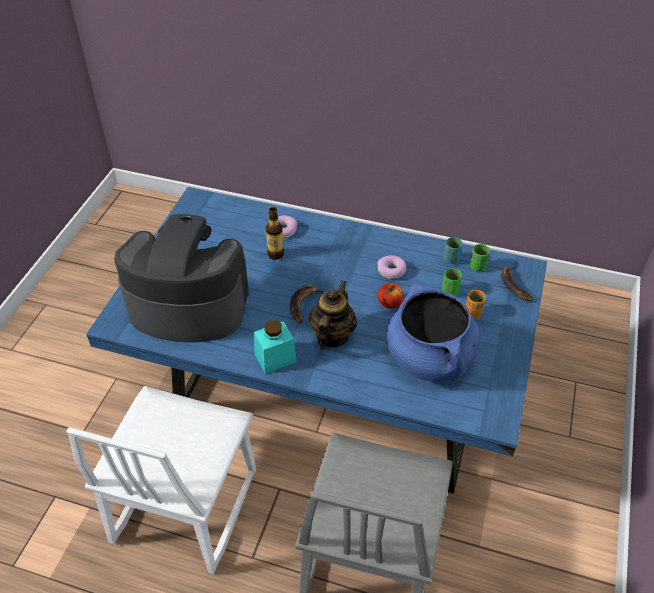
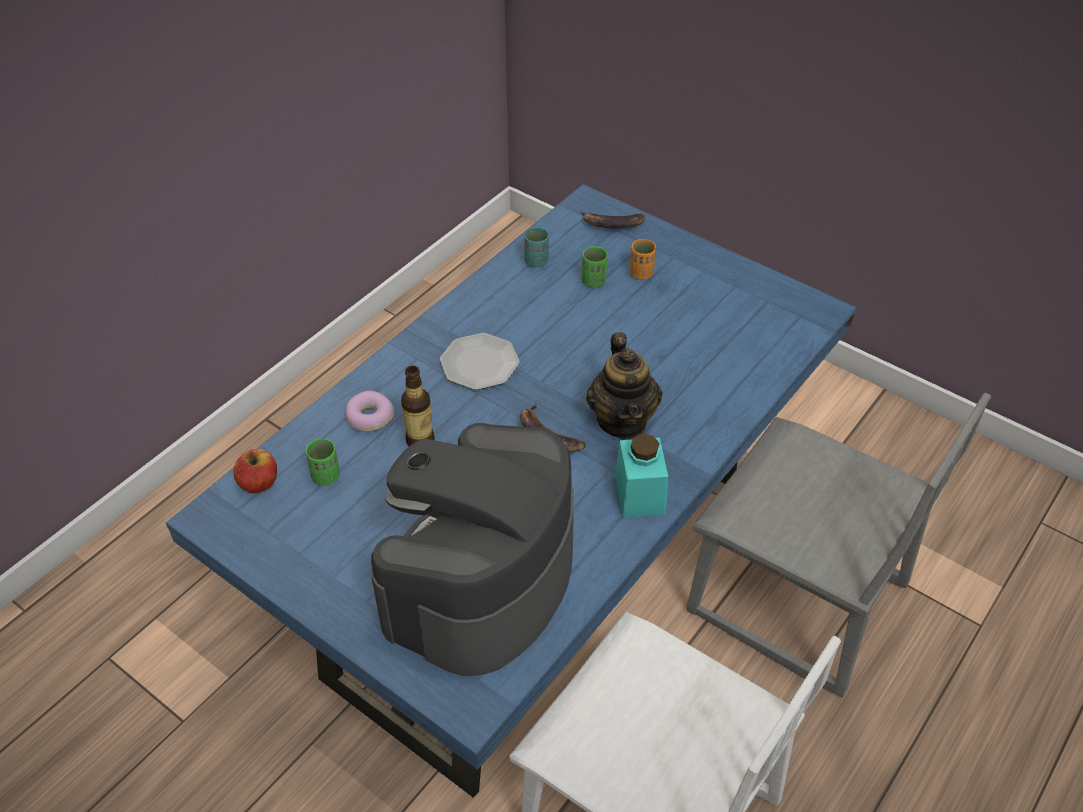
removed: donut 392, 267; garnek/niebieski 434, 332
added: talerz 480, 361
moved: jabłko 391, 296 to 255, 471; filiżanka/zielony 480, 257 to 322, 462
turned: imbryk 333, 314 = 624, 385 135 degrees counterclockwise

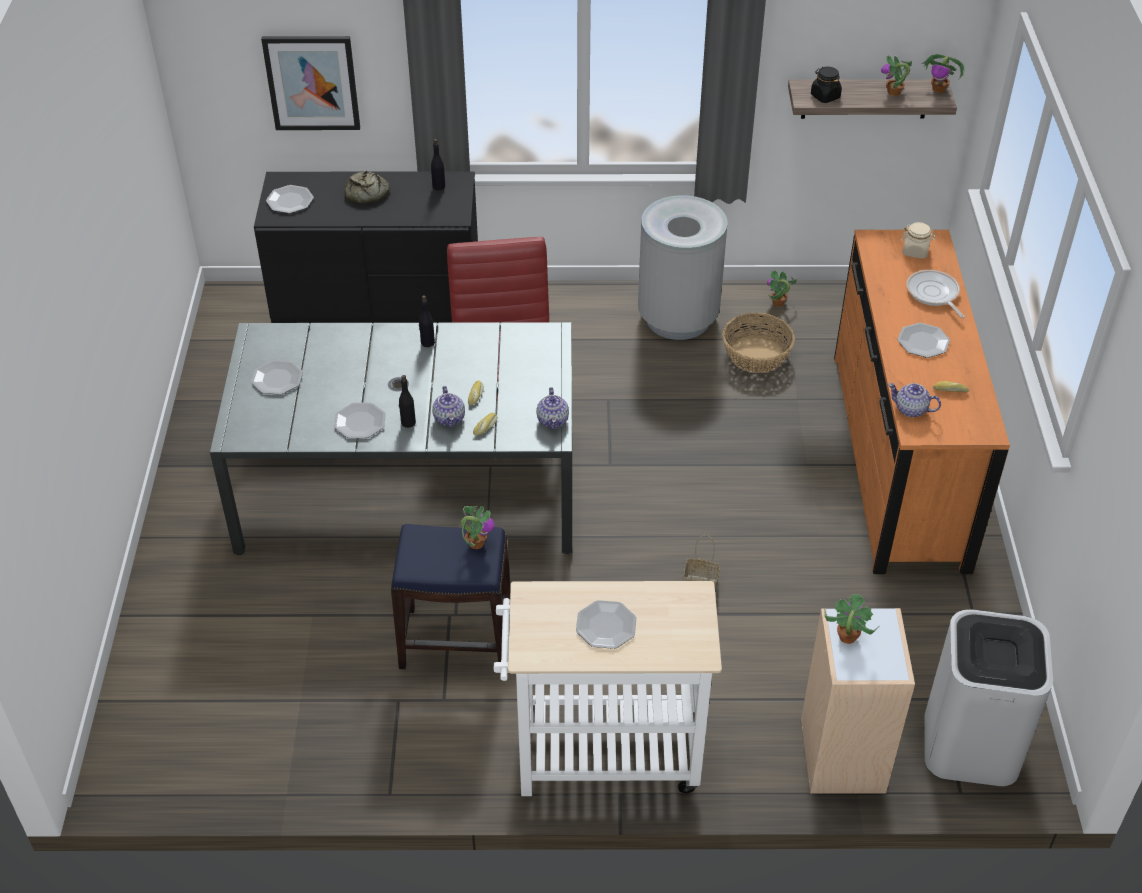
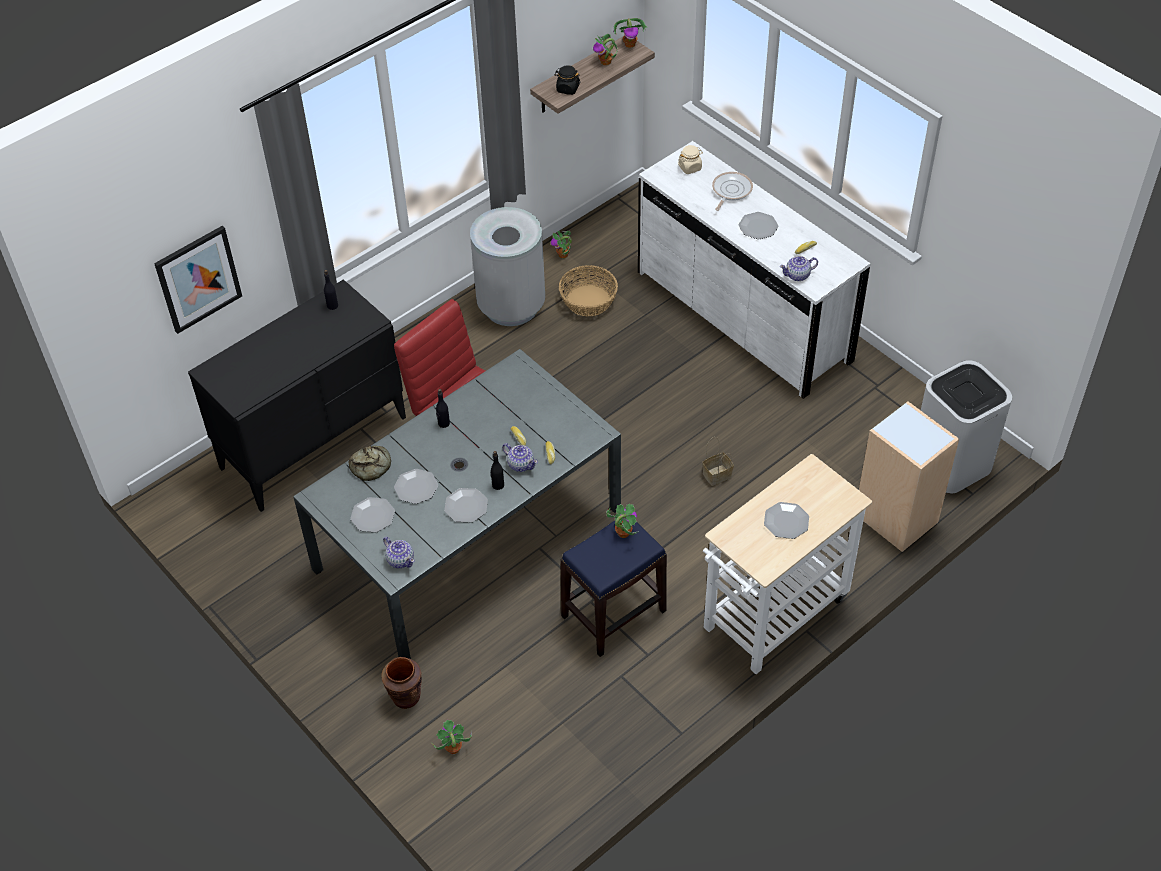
added: wazon/brązowy 401, 683
moved: talerz 290, 199 to 416, 486; chleb 367, 187 to 370, 463; imbryk 552, 408 to 399, 552; roślina doniczkowa 852, 619 to 452, 737
recoloured: komoda/pomarańczowy 922, 402 to komoda/biały 754, 270
turned: patelnia 935, 294 = 732, 191 90 degrees clockwise

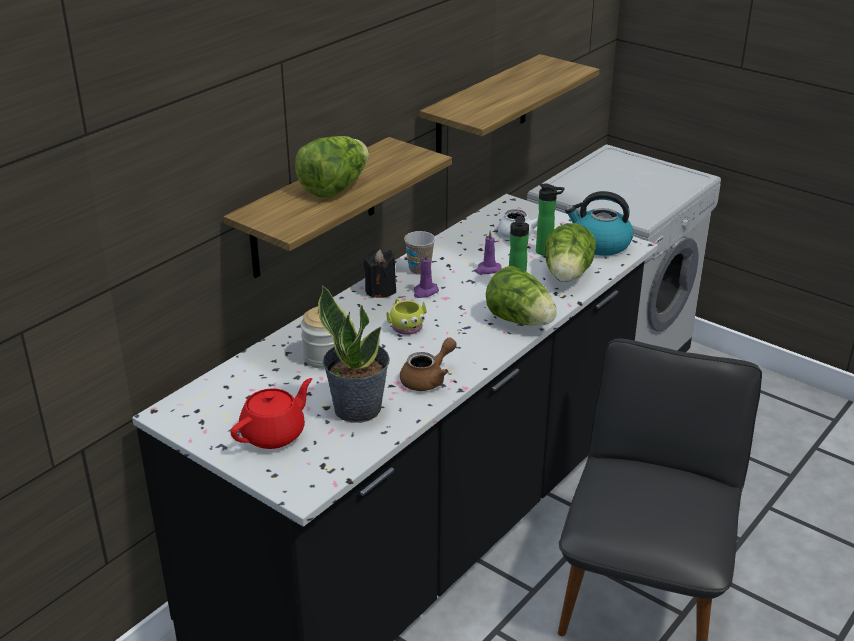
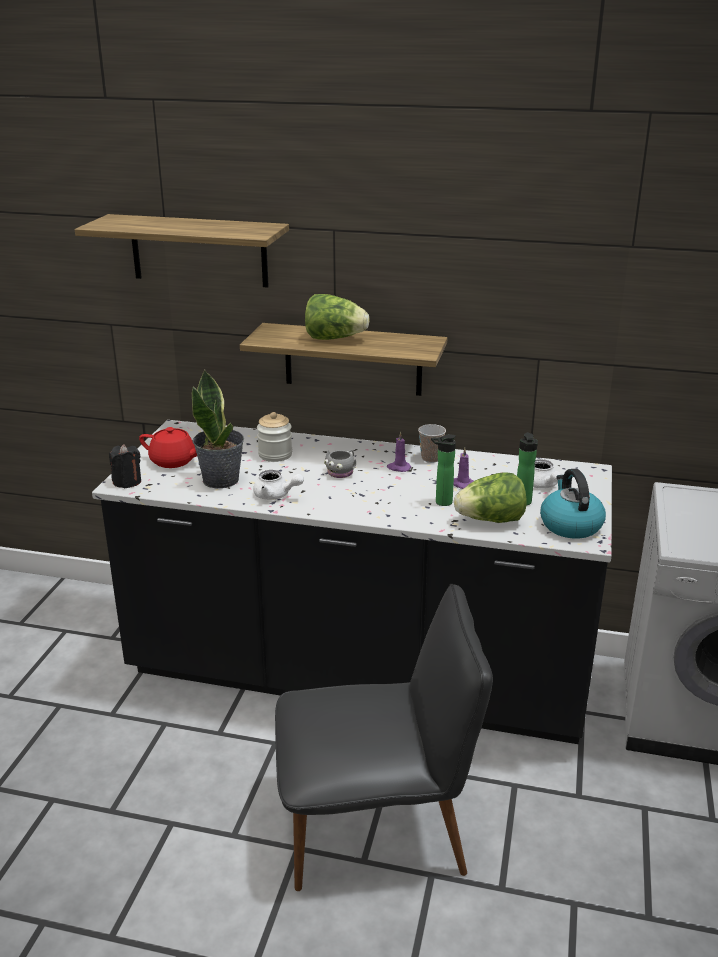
removed: sałata 521, 295
moved: świeca/czarny 380, 273 to 125, 466; półka 509, 104 to 182, 251
recoloured: kubek/żółty 407, 317 to kubek/szary 340, 464; imbryk/brązowy 428, 364 to imbryk/biały 278, 485

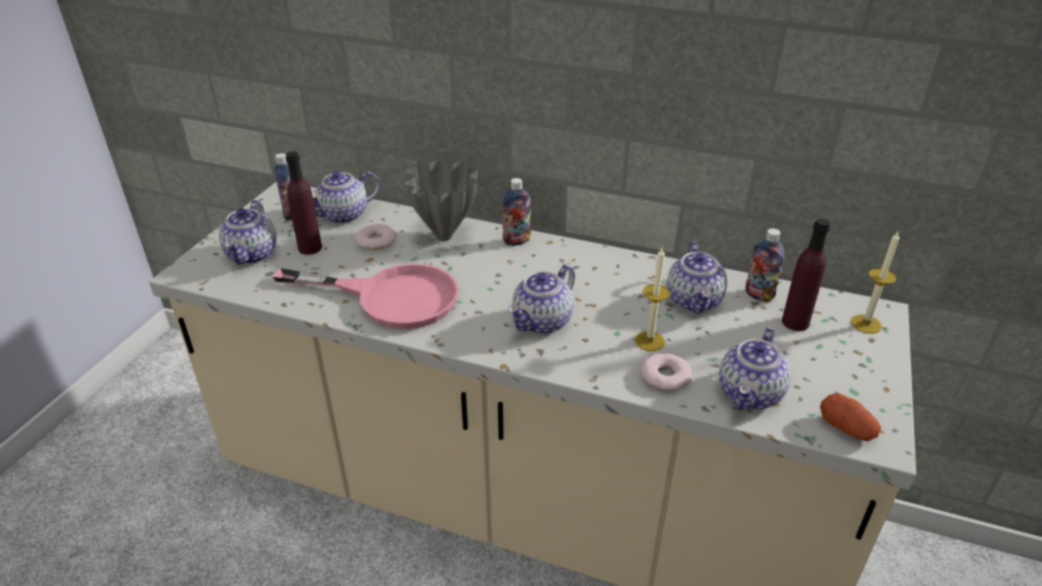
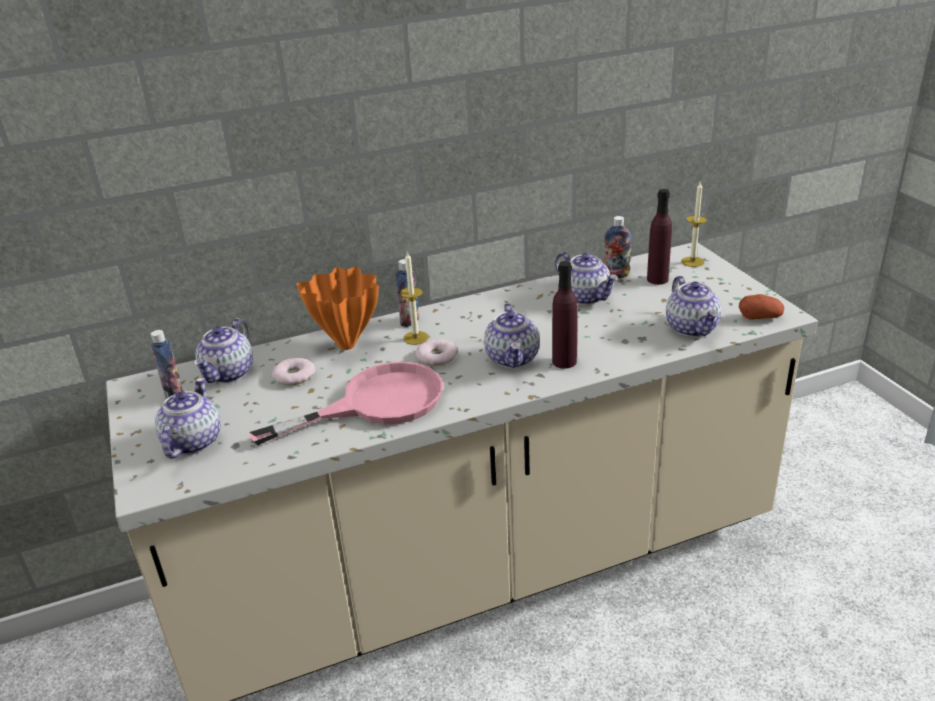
moved: butelka/fioletowy 304, 203 to 565, 315; świeca 652, 299 to 414, 298; donut 666, 372 to 437, 352
recoloured: wazon/szary 441, 200 to wazon/pomarańczowy 337, 308
turned: imbryk 248, 232 = 187, 418 135 degrees counterclockwise

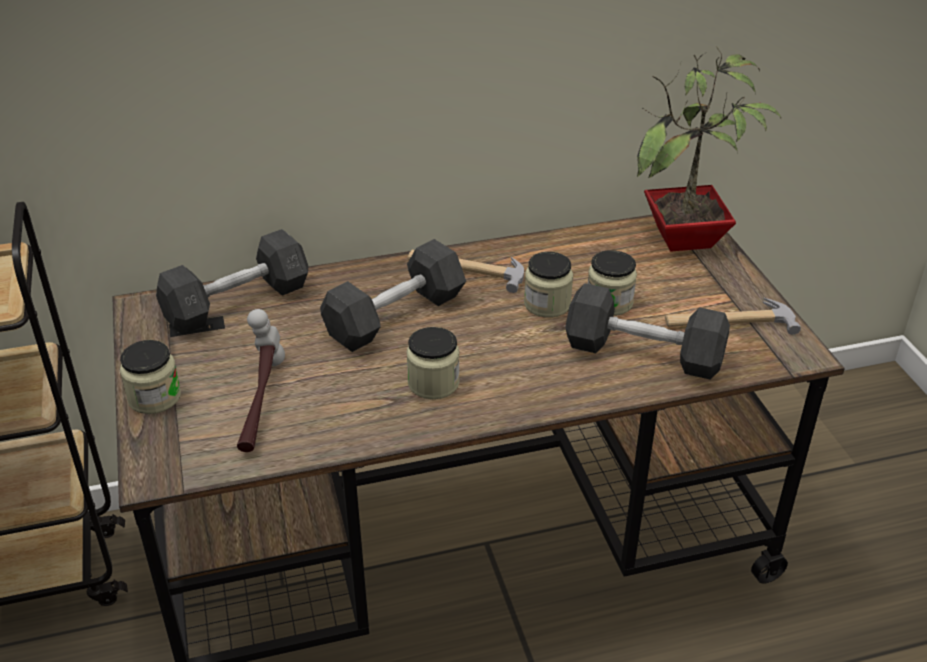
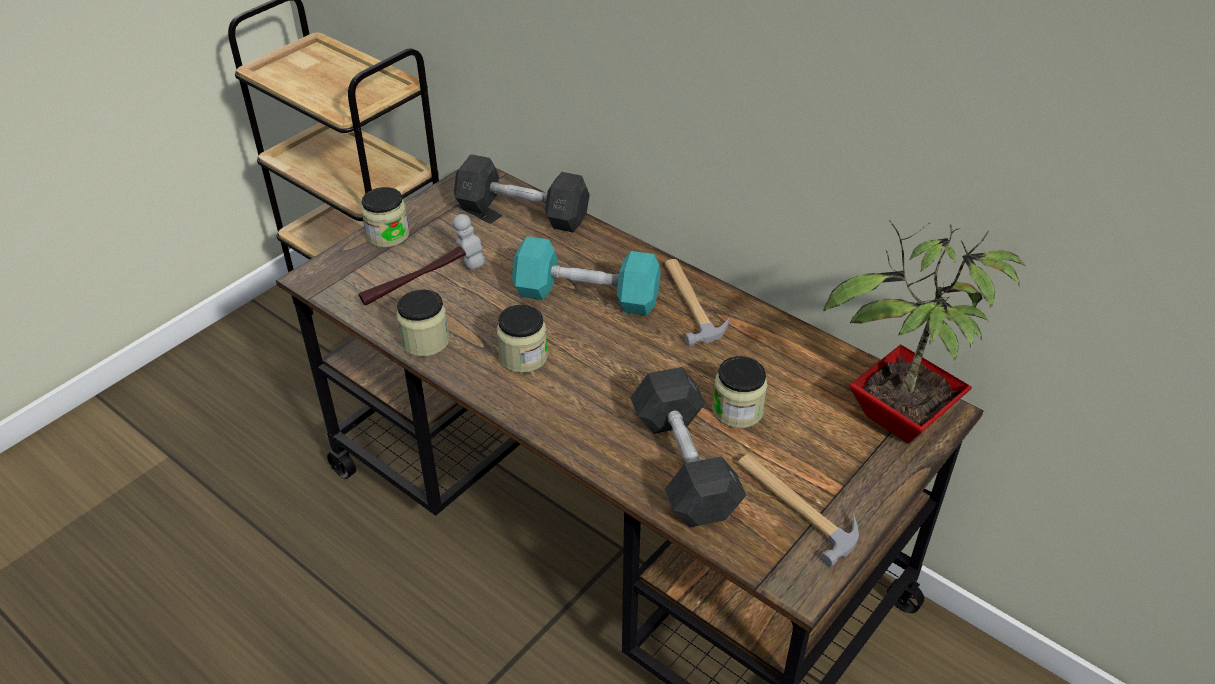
moved: słoik 548, 285 to 422, 323
recoloured: hantel/szary 393, 295 to hantel/turkusowy 586, 276

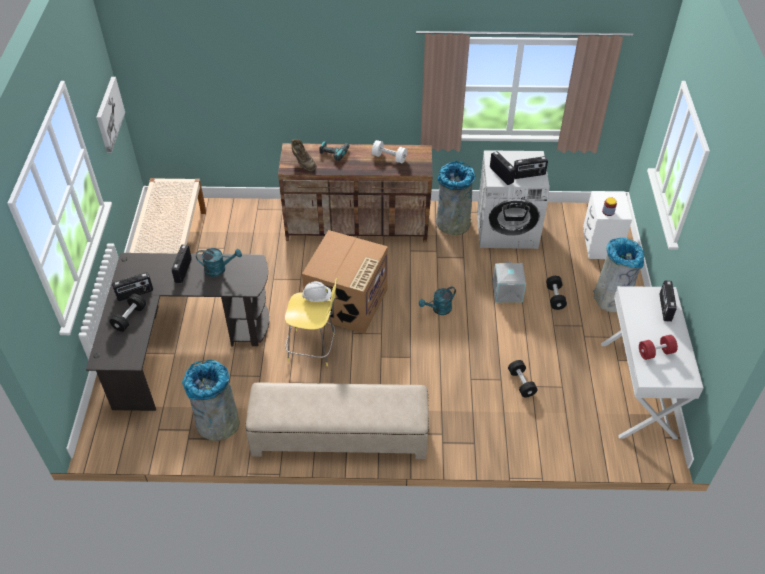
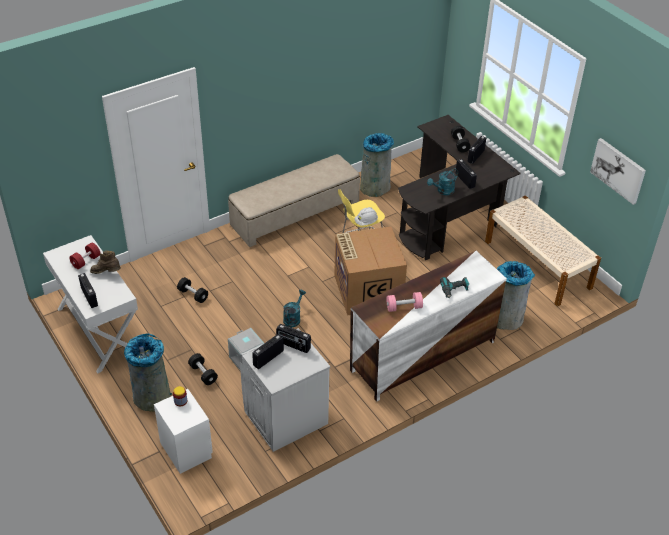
moved: but z cholewką/brązowy 304, 155 to 105, 262; kosz na śmieci/szary 455, 198 to 516, 295
recoloured: szafka/brązowy 355, 193 to szafka/biały 428, 326; hantel/biały 389, 151 to hantel/różowy 404, 302

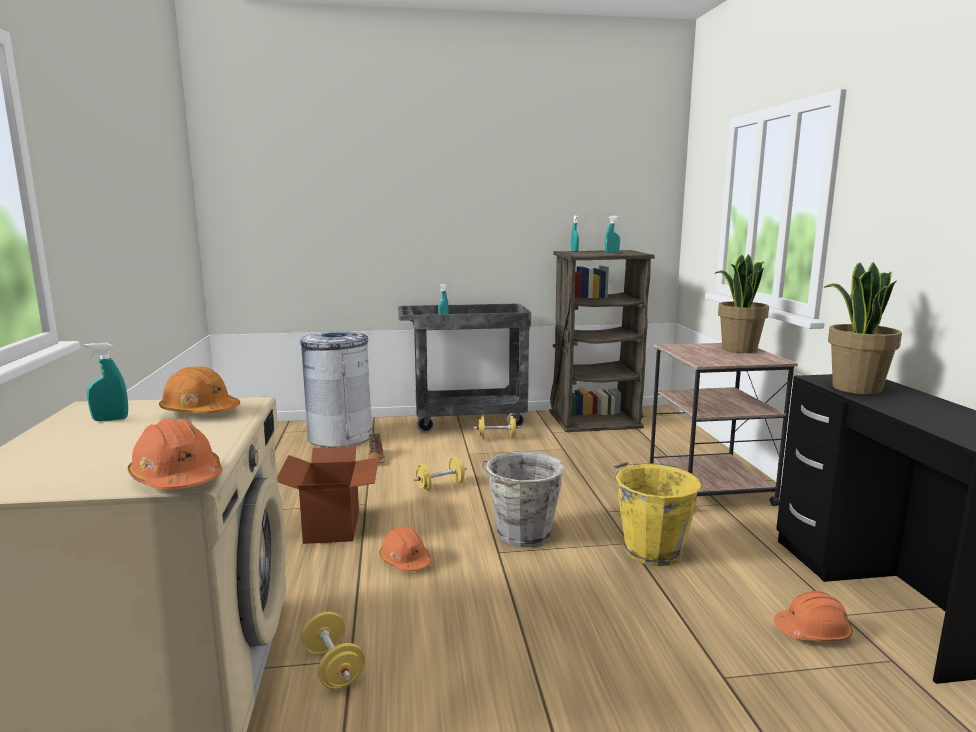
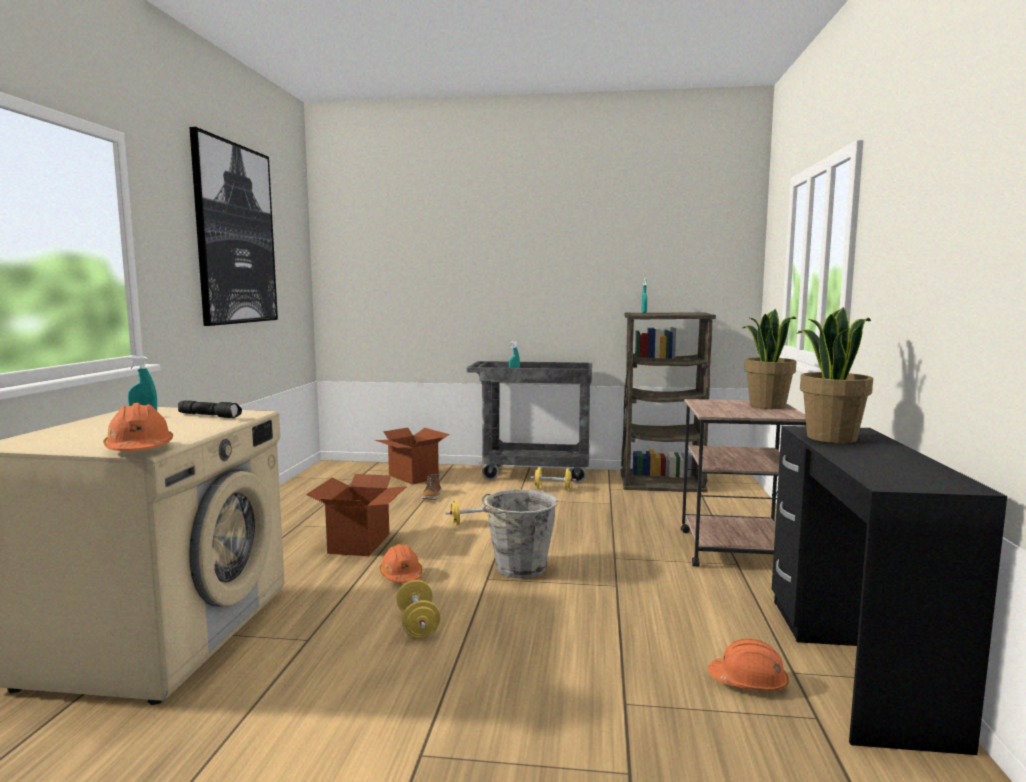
removed: spryskiwacz/turkusowy 612, 234; wiadro/żółty 657, 514
added: obraz 233, 226
moved: hantel/żółty 333, 651 to 418, 609
replaced: kask/pomarańczowy 199, 389 to latarka/czarny 210, 409; kosz na śmieci/szary 336, 389 to karton 412, 456

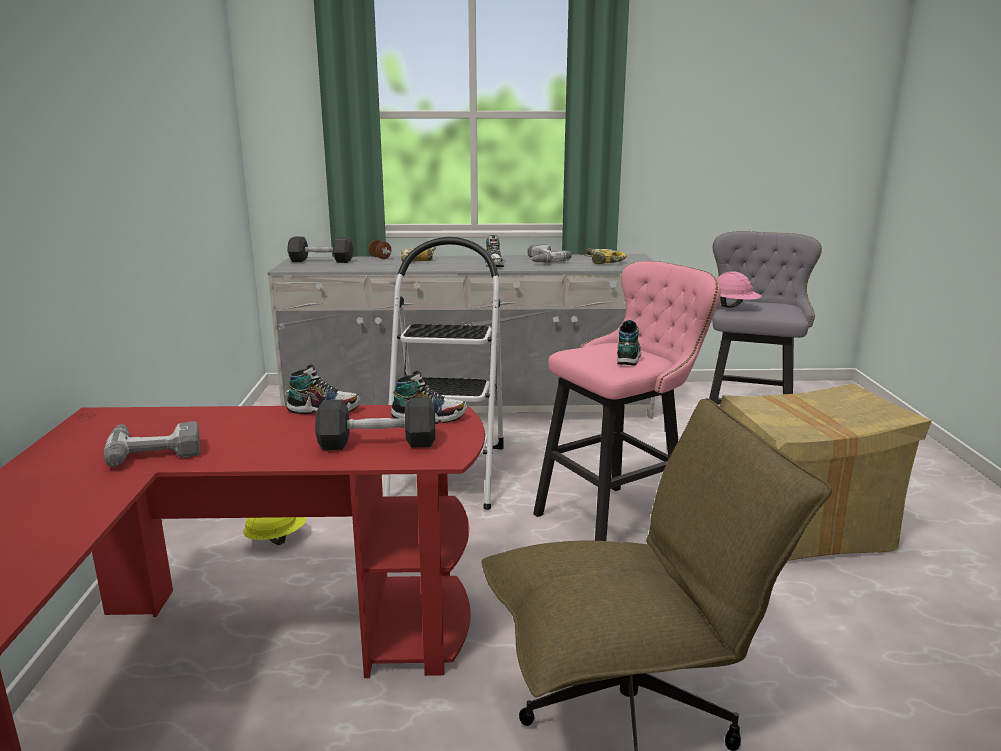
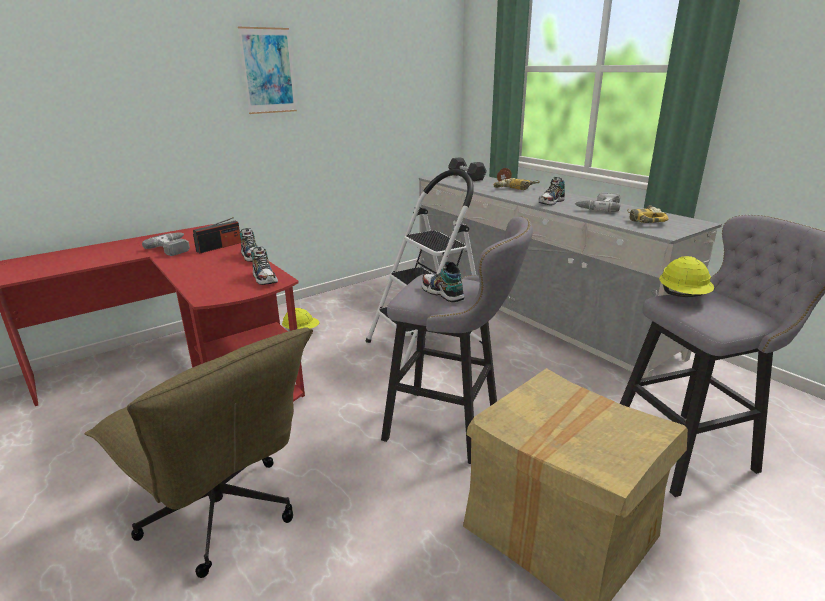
removed: hantel/czarny 375, 423
added: radio 217, 235; obraz 267, 70
recoloured: stołek/różowy 627, 401 to stołek/szary 457, 340; kask/różowy 739, 289 to kask/żółty 686, 276
turned: but 629, 342 = 443, 282 105 degrees counterclockwise

